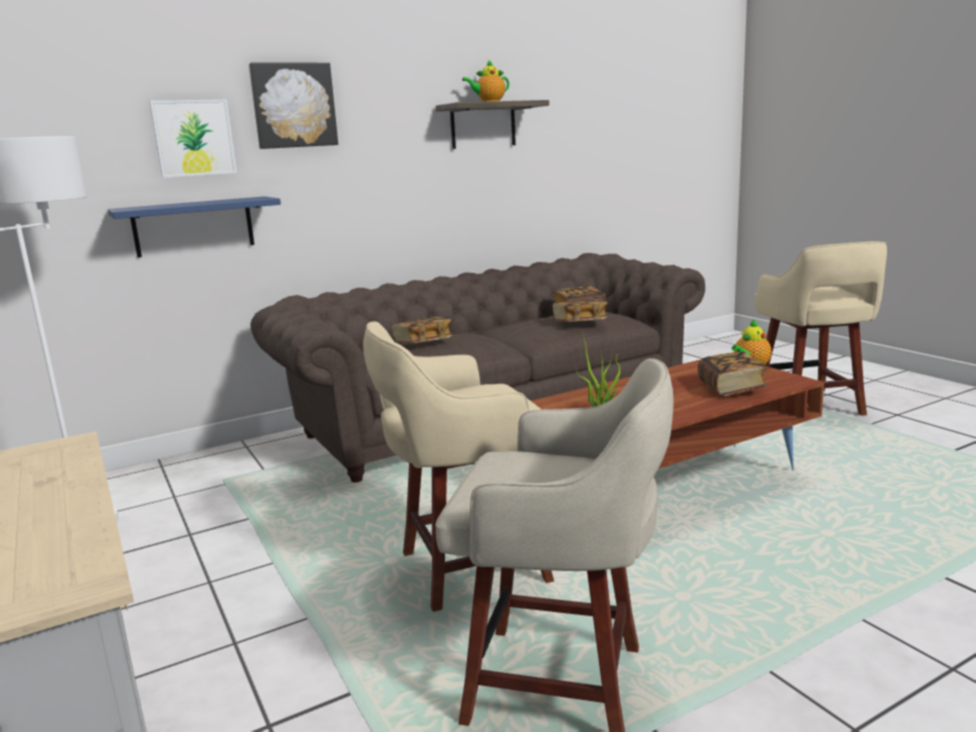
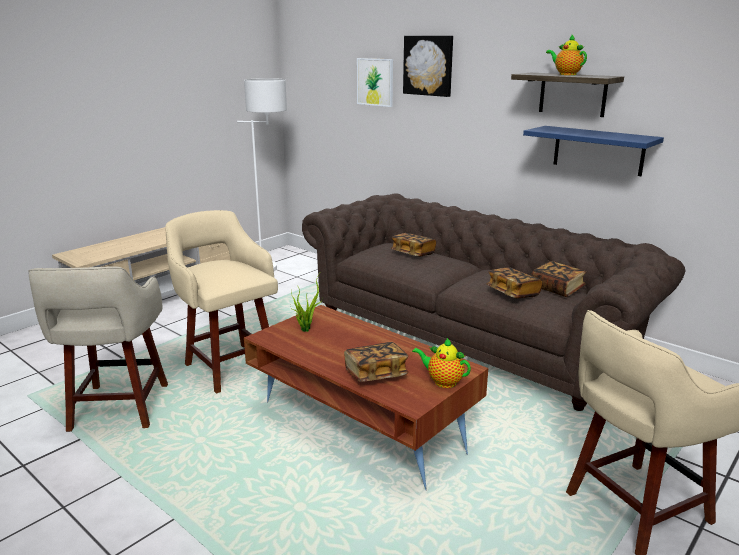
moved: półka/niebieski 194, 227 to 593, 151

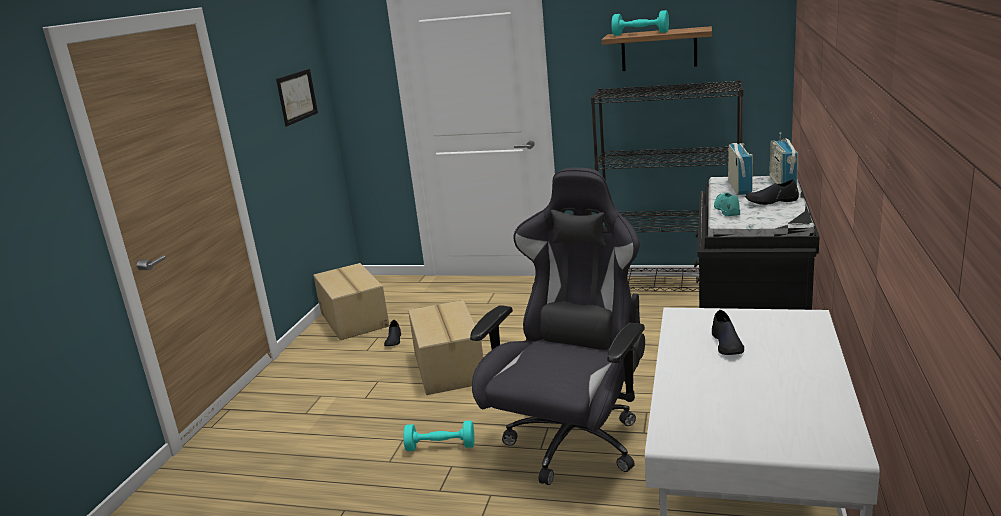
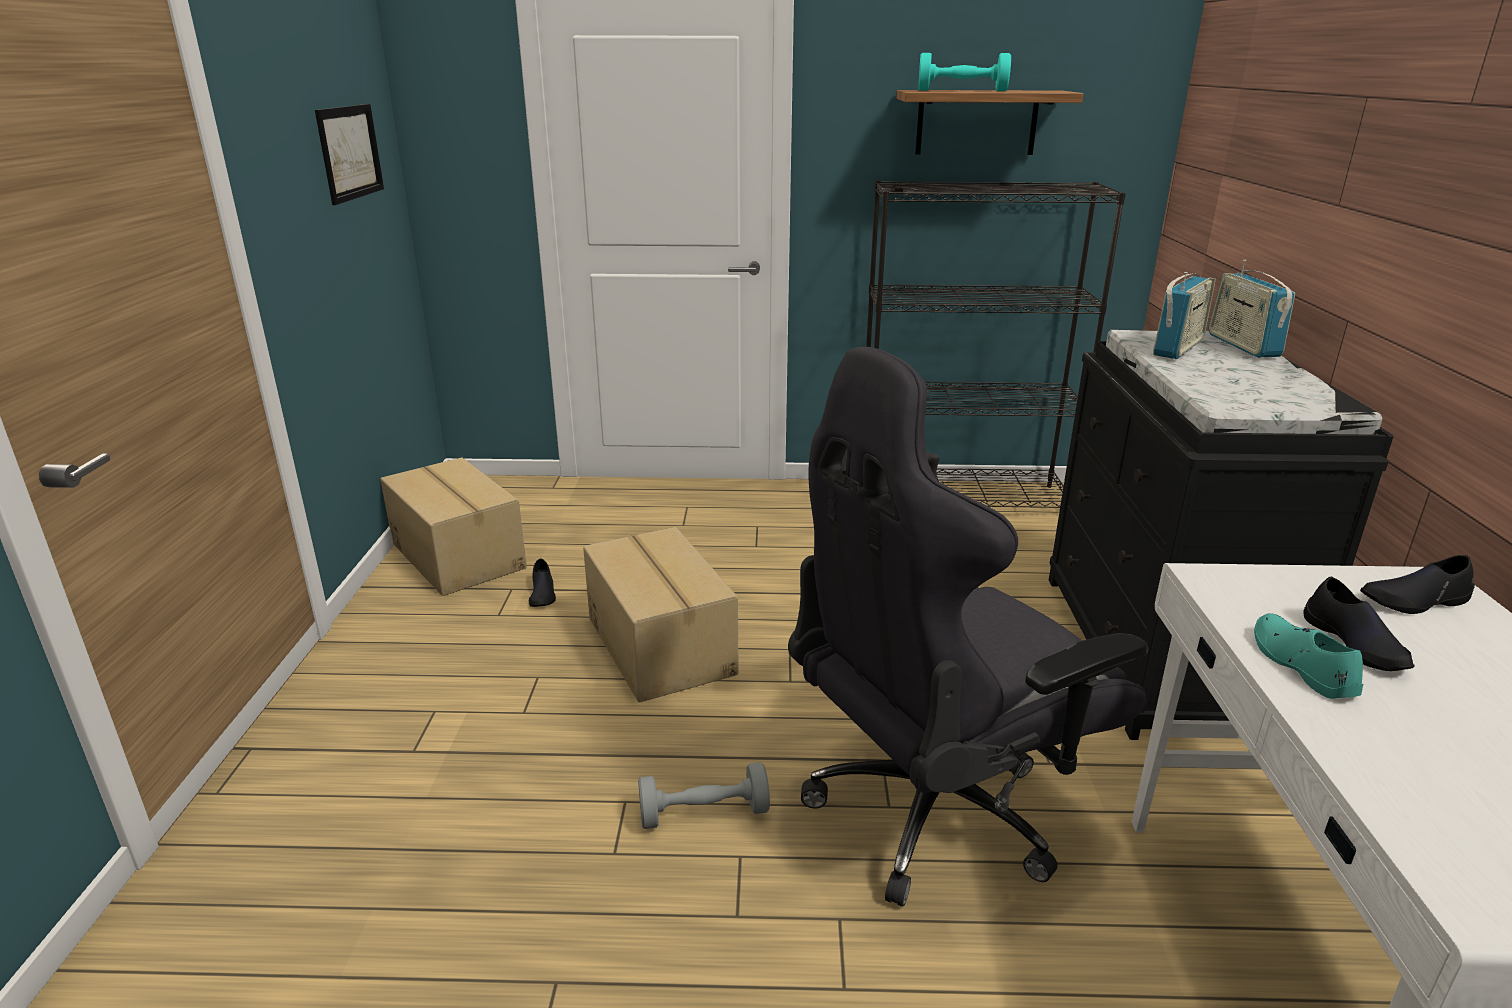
moved: but/turkusowy 727, 204 to 1308, 656; but/czarny 772, 192 to 1417, 584
recoloured: hantel/turkusowy 438, 436 to hantel/szary 704, 795
turned: krzesło biurowe/czarny 557, 326 = 968, 627 135 degrees counterclockwise; radio 740, 169 = 1184, 315 45 degrees clockwise

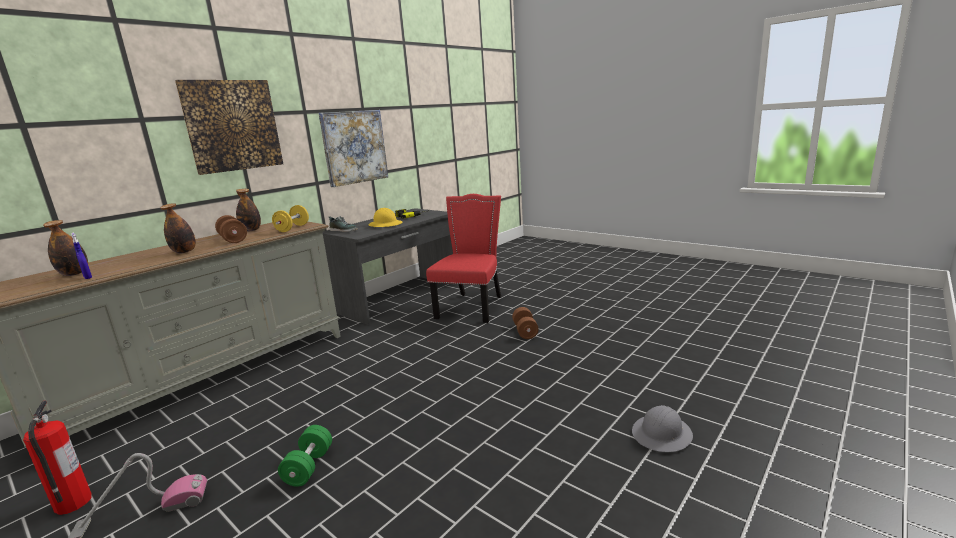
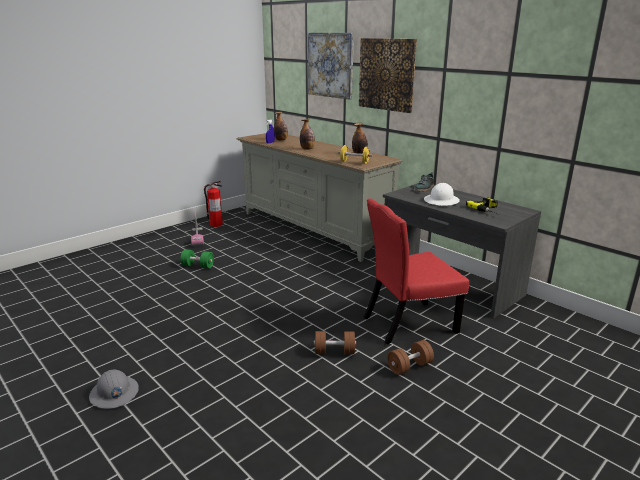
moved: hantel/brązowy 231, 229 to 410, 357; obraz 353, 148 to 331, 66
recoloured: kask/żółty 385, 217 to kask/biały 442, 194
turned: krzesło/czerwony 463, 258 = 416, 271 135 degrees clockwise

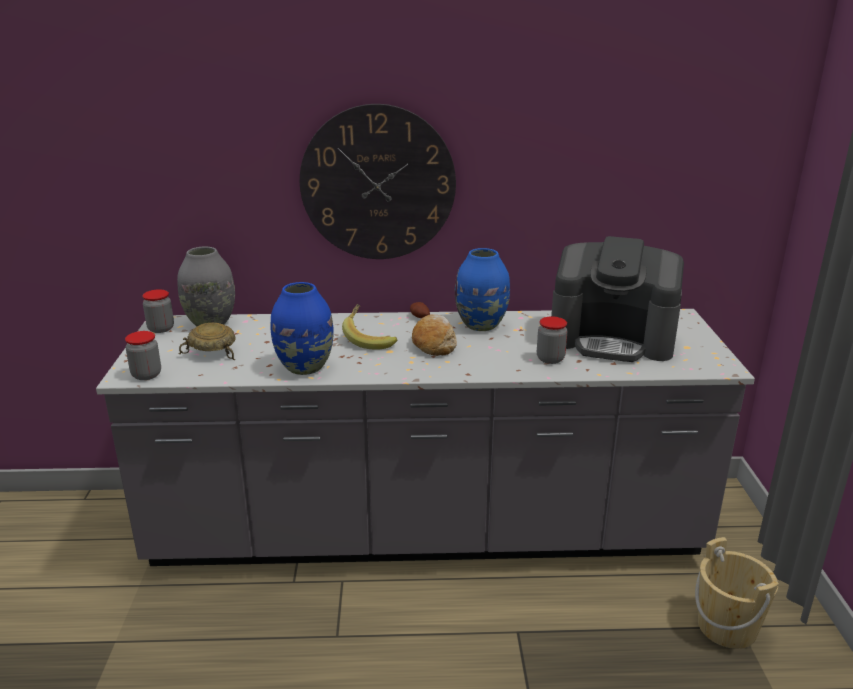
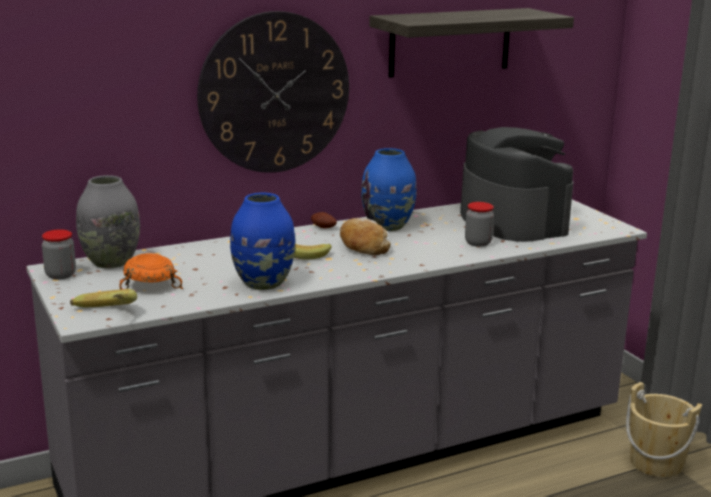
added: półka 471, 43
replaced: słoik 143, 355 to banan 103, 298
recoloured: miska/beżowy 207, 341 to miska/pomarańczowy 151, 271
turned: ekspres do kawy 617, 299 = 516, 184 105 degrees counterclockwise

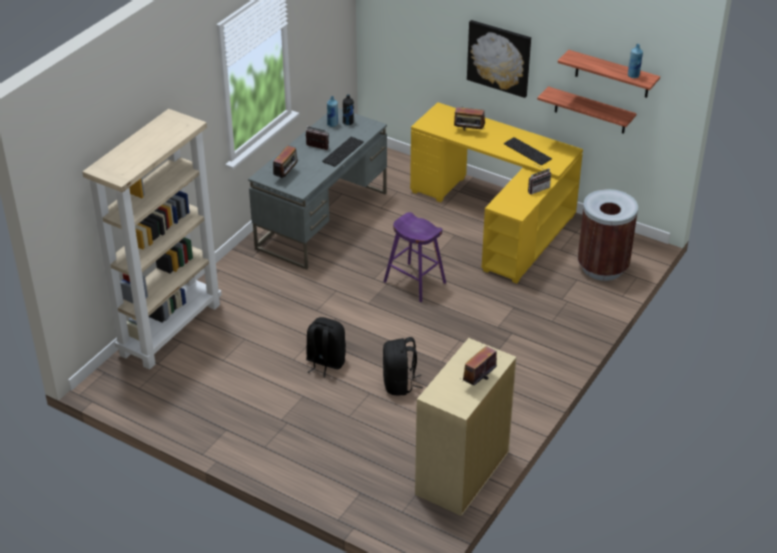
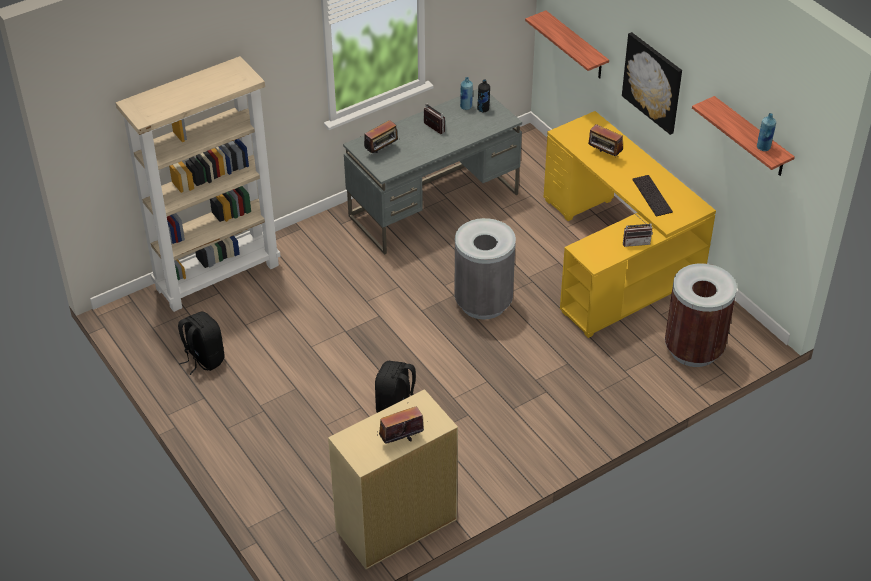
removed: klawiatura 343, 152
moved: plecak/czarny 326, 347 to 201, 343; półka 587, 110 to 567, 44
replaced: stołek/fioletowy 414, 257 to kosz na śmieci/szary 485, 268

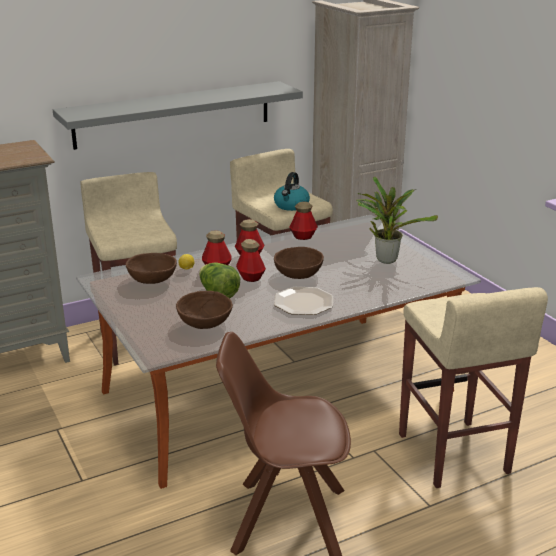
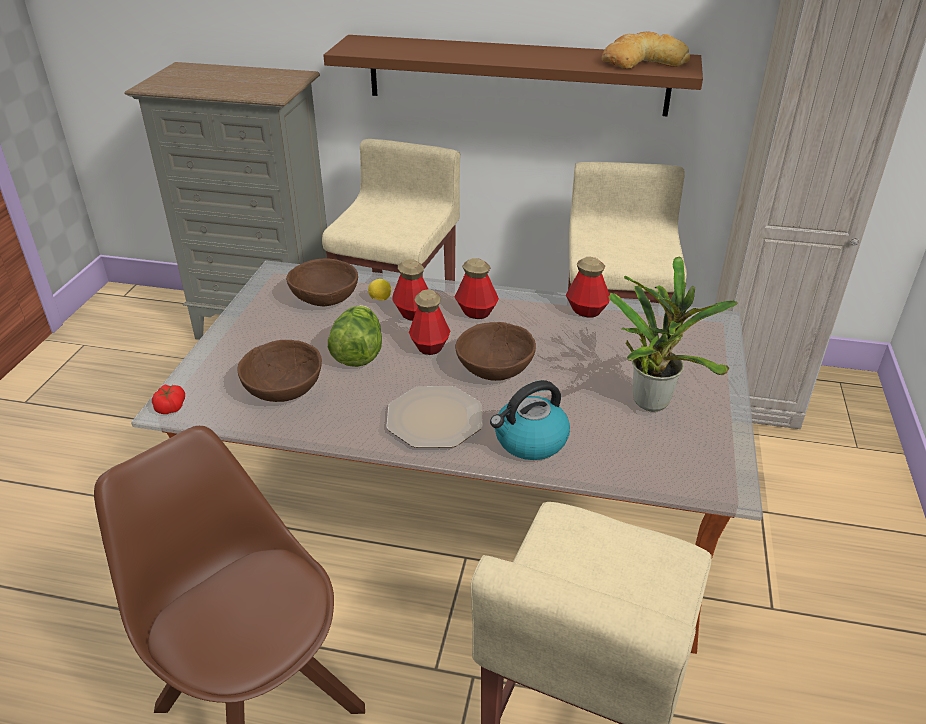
added: pomidor 168, 399; chleb 646, 50
moved: czajnik 292, 191 to 530, 420
recoloured: półka/szary 178, 115 to półka/brązowy 513, 76

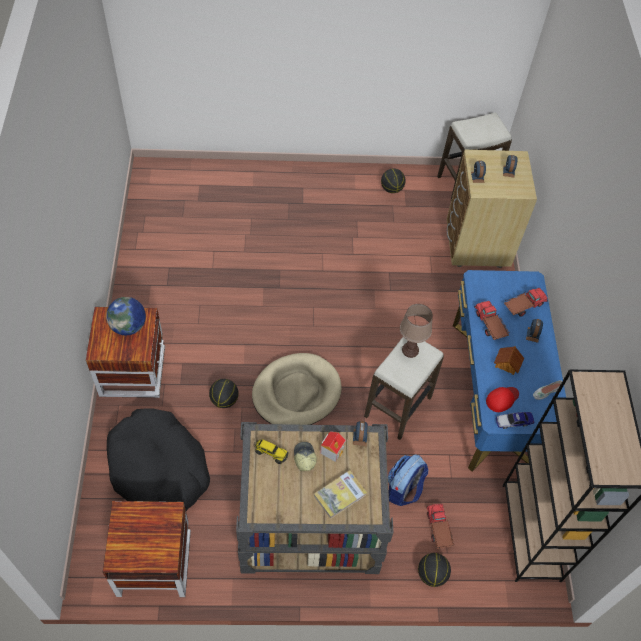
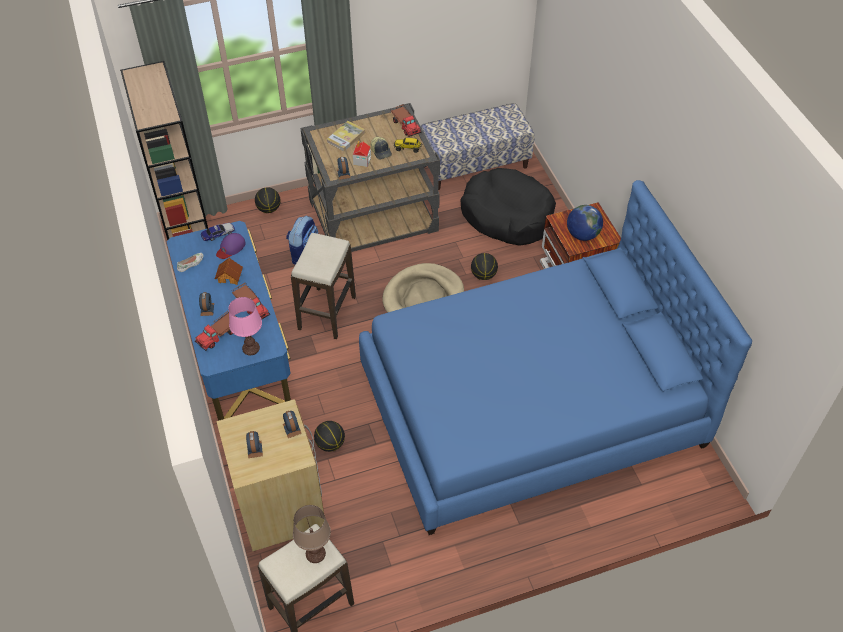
added: lampa stołowa/różowy 245, 326; łóżko/niebieski 555, 357
moved: piłka do koszykówki 393, 180 to 329, 436; lampa stołowa/brązowy 416, 331 to 312, 534; ciężarówka zabawkowa 440, 526 to 406, 120
replaced: szafka nocna 147, 549 to ławka 478, 146
recoloured: czapka z daszkiem/czerwony 502, 399 to czapka z daszkiem/fioletowy 231, 246

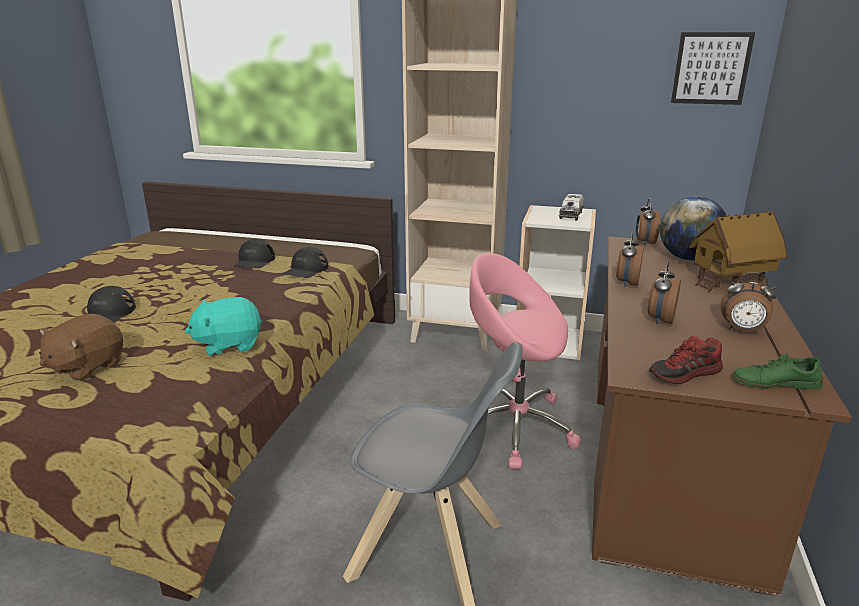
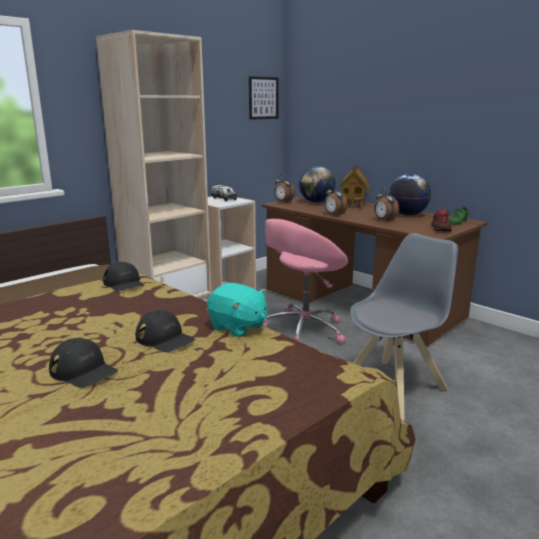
removed: pluszak/brązowy 81, 348
moved: czapka z daszkiem/czarny 254, 253 to 165, 331
replaced: budzik 748, 303 to globus 410, 195
turned: pluszak/turkusowy 223, 327 = 237, 310 60 degrees counterclockwise

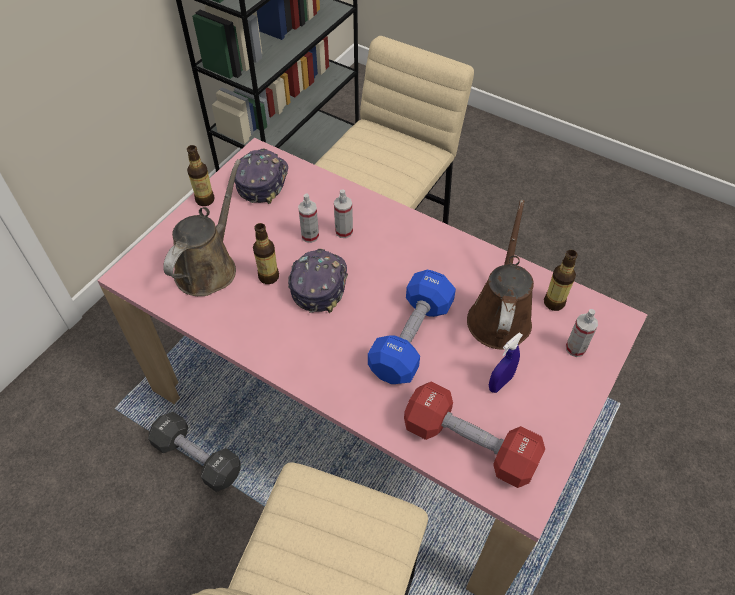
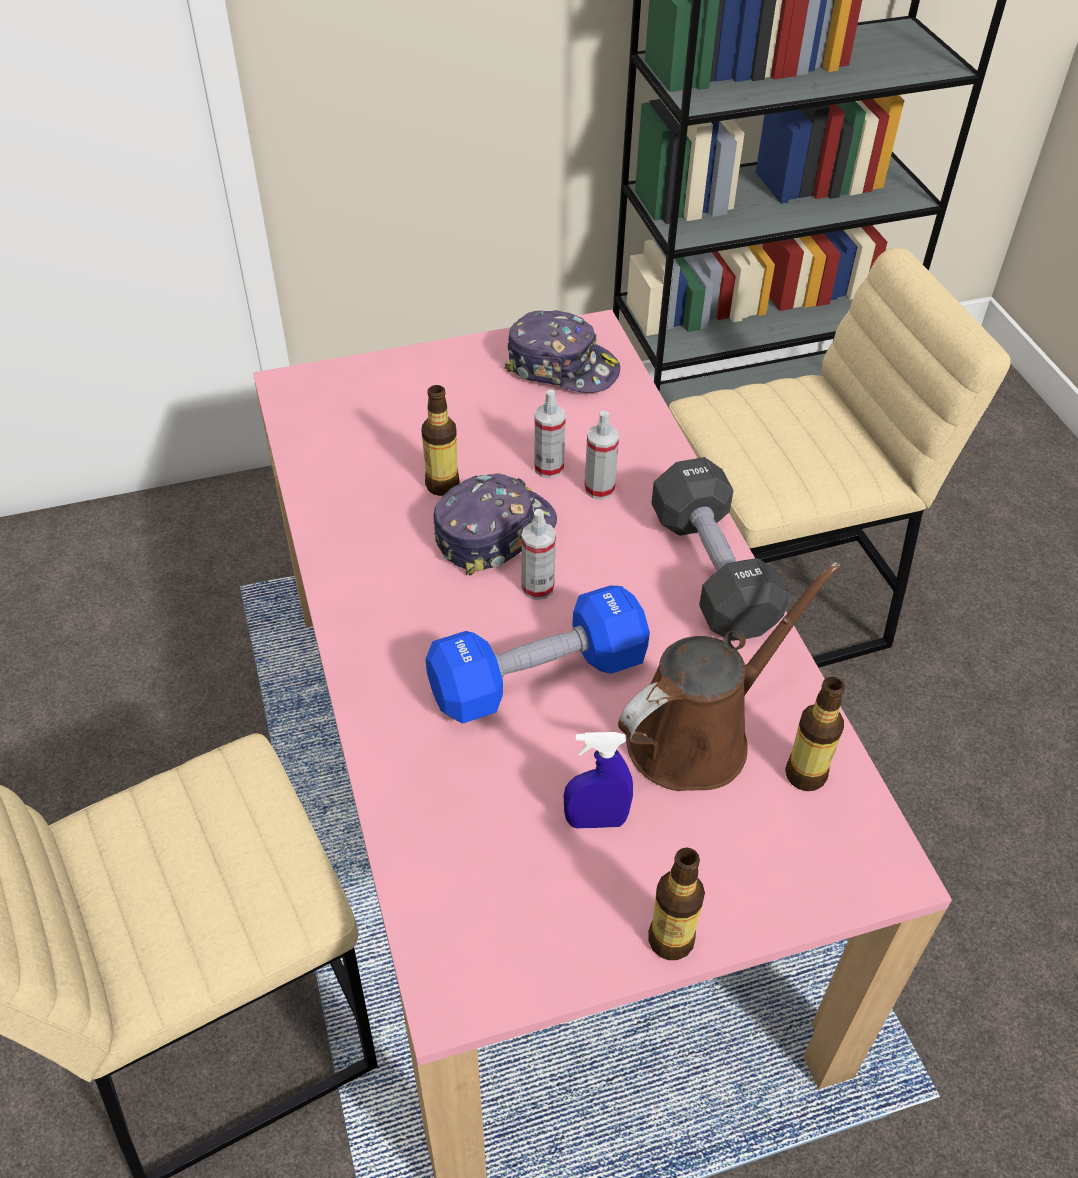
removed: konewka/brązowy 202, 227; hantel/czerwony 474, 435
moved: hantel/czarny 194, 452 to 720, 549; butelka 201, 175 to 676, 904; spryskiwacz 582, 333 to 538, 554
turned: czapka z daszkiem 261, 176 = 562, 351 60 degrees clockwise

